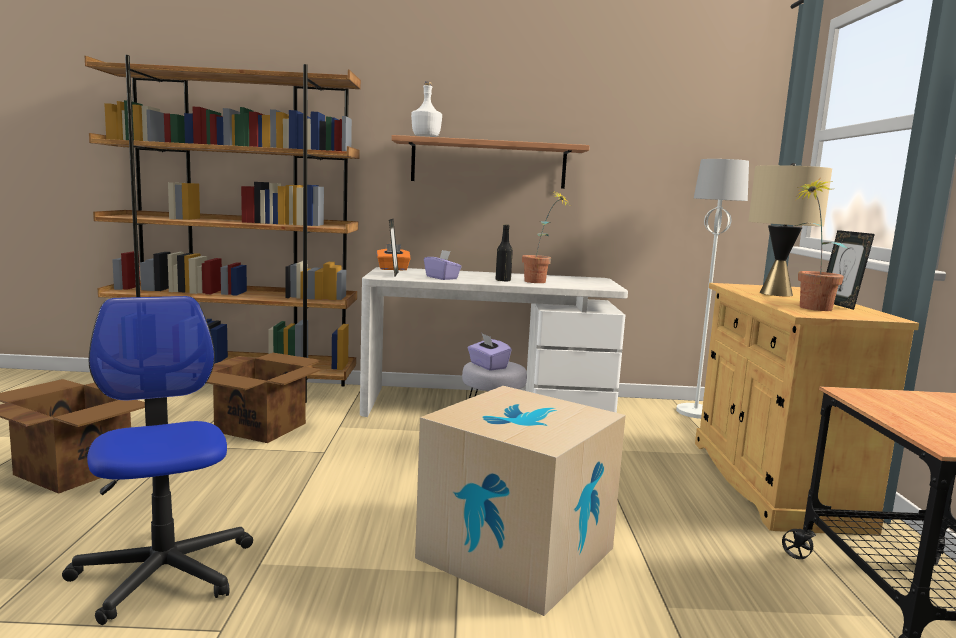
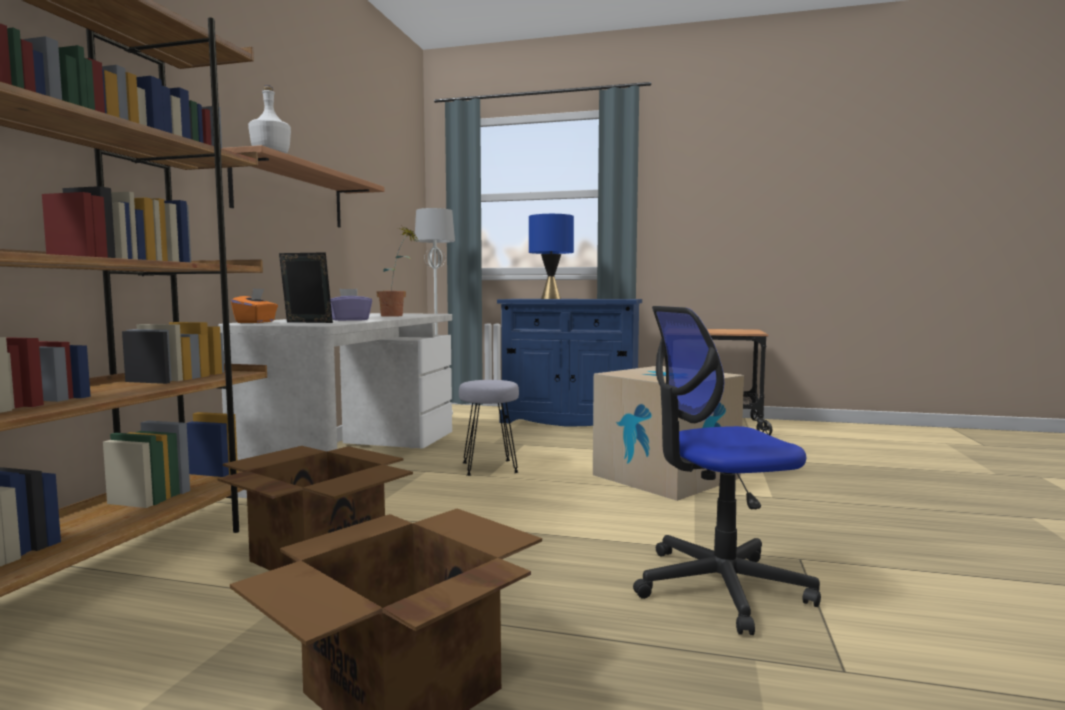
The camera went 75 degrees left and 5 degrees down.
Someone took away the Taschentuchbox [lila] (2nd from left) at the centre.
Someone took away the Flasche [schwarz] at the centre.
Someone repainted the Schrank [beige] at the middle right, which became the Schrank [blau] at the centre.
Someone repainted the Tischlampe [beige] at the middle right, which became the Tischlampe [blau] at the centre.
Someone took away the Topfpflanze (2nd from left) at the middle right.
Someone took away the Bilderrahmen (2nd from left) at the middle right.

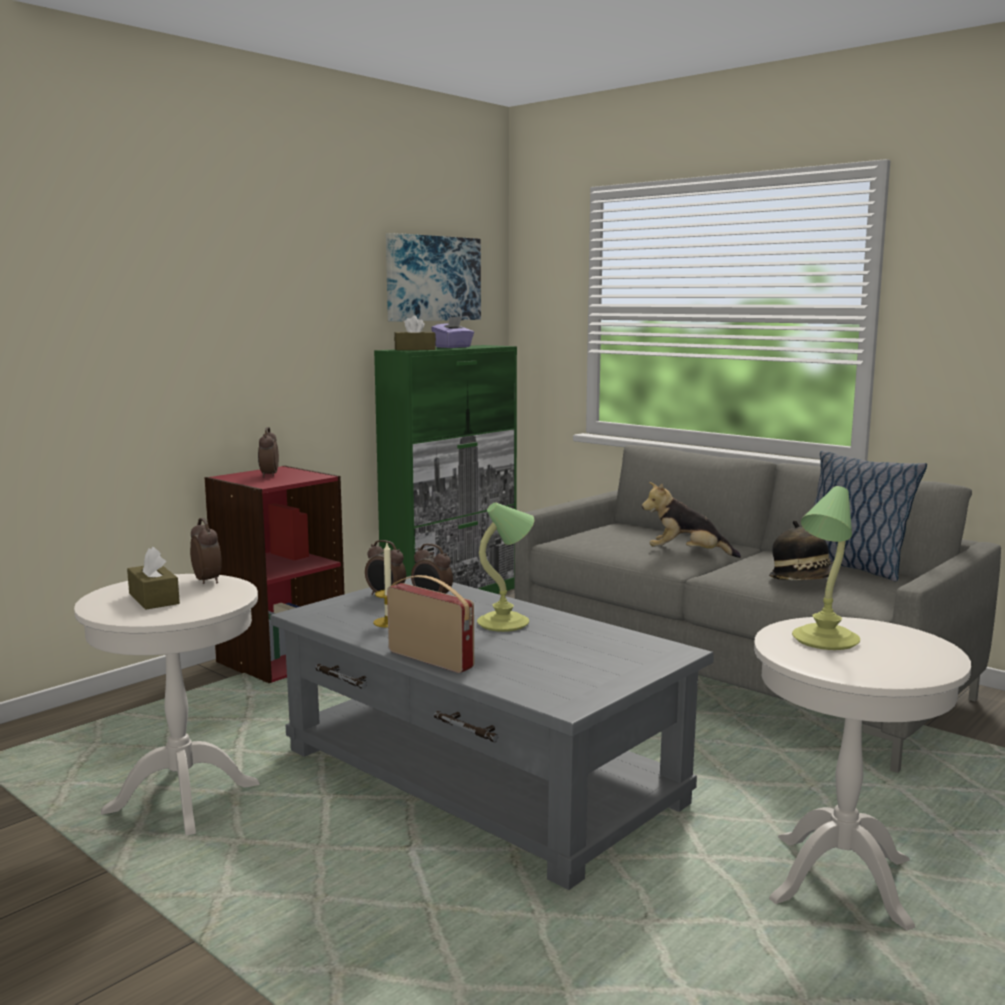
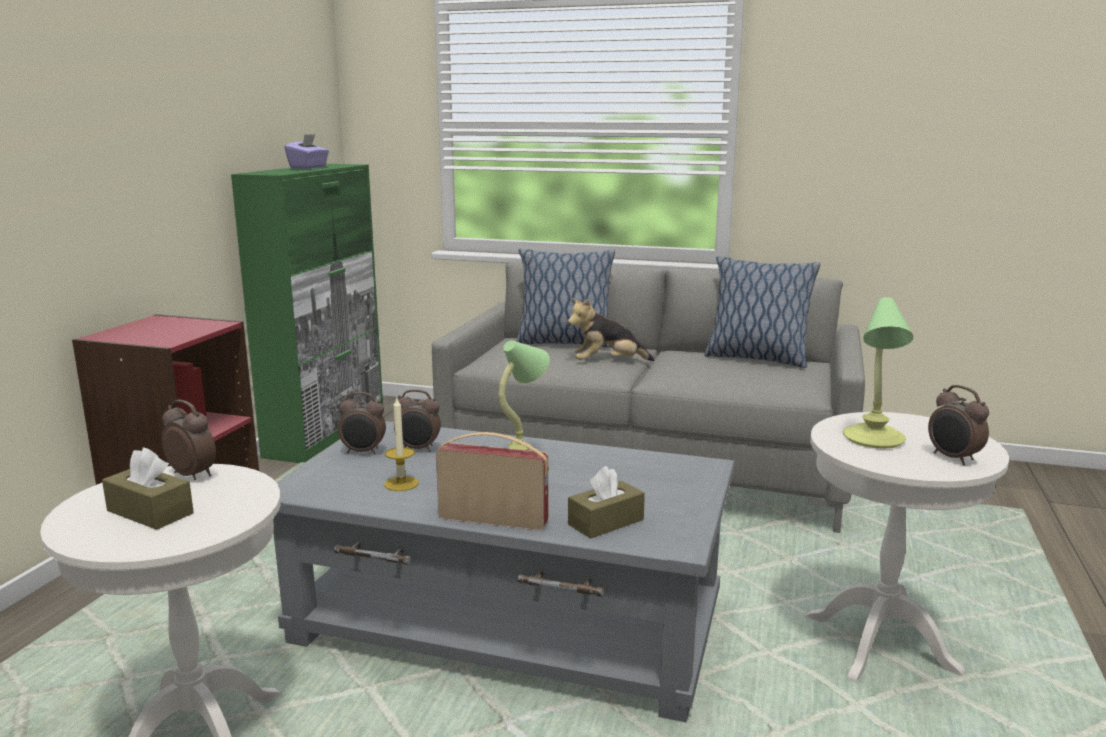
The camera went 25 degrees left and 5 degrees up.
Someone carried the Wecker (2nd from left in the first image) from the middle left to the middle right.
Someone took away the Bild at the top centre.
Someone carried the Taschentuchbox [braun] (2nd from left) from the top centre to the bottom centre.
Someone took away the Hut at the middle right.
Someone put down the Kissen (1st from left) at the centre.

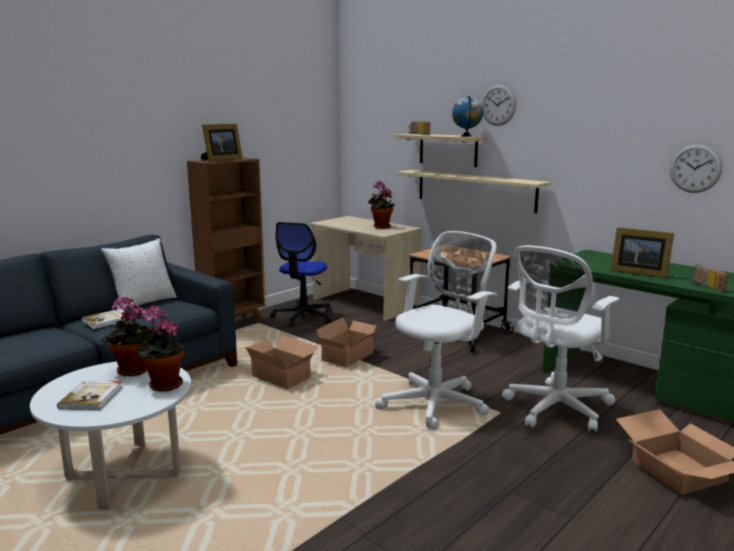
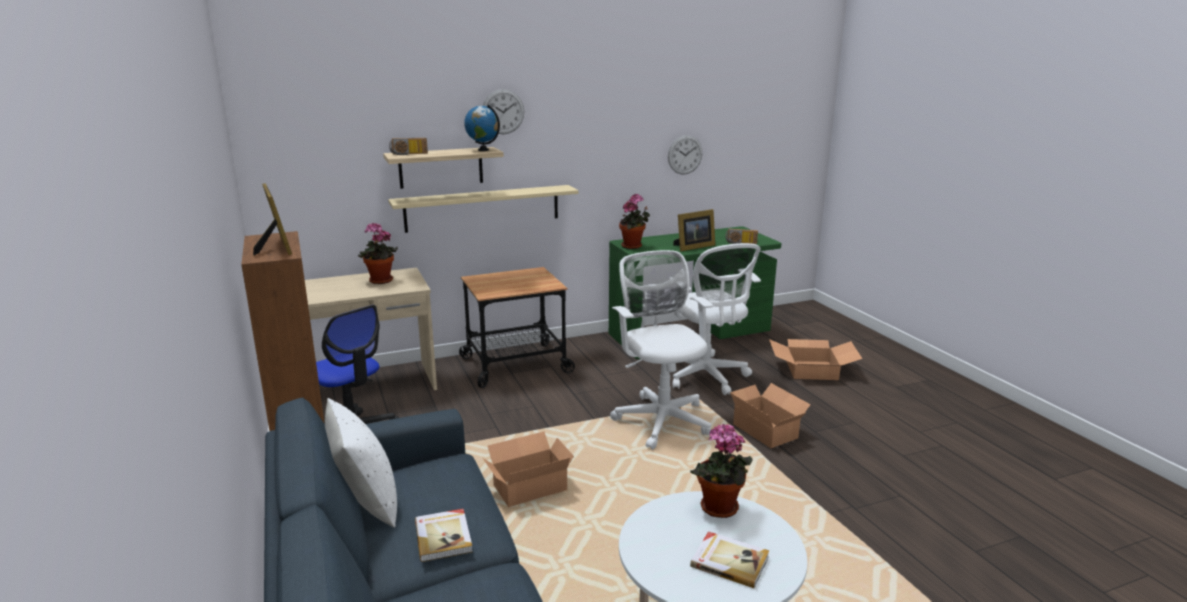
The camera went 65 degrees left and 5 degrees up.
Someone carried the Topfpflanze (1st from left in the first image) from the middle left to the centre.
Someone carried the Karton (2nd from left) from the centre to the bottom centre.

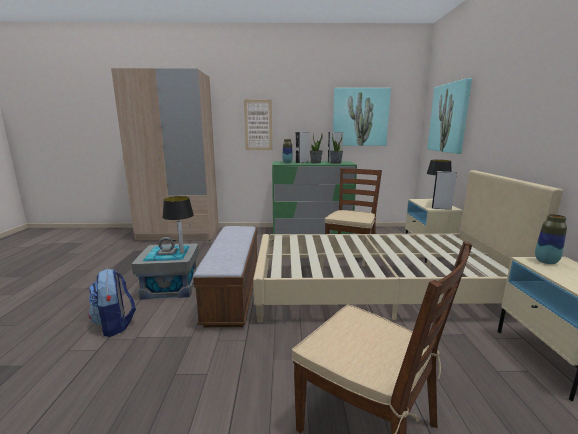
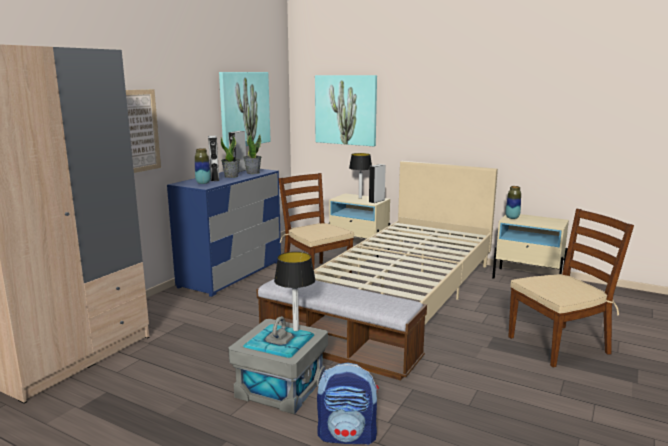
The camera went 60 degrees left and 0 degrees up.
Someone repainted the Kommode [grün] at the centre, which became the Kommode [blau] at the centre.

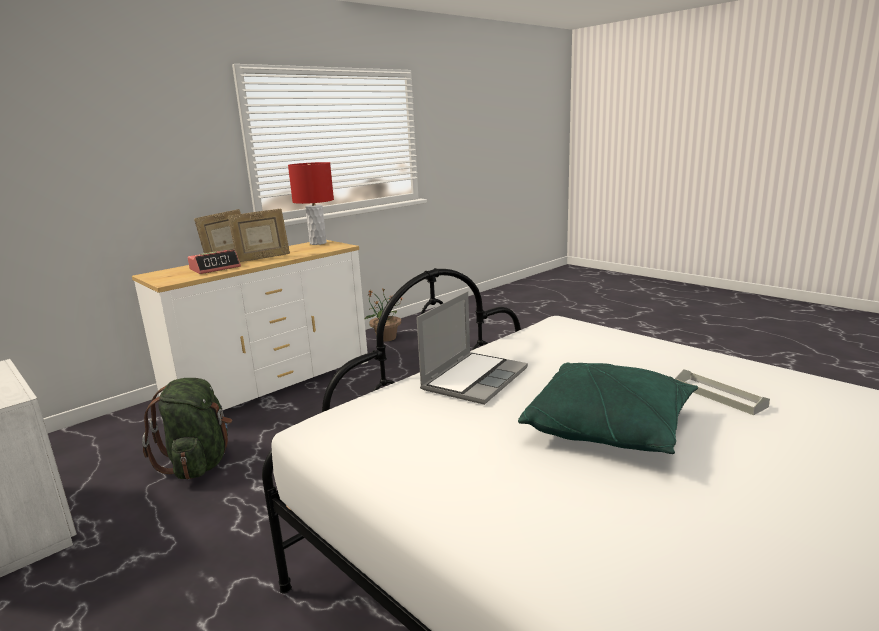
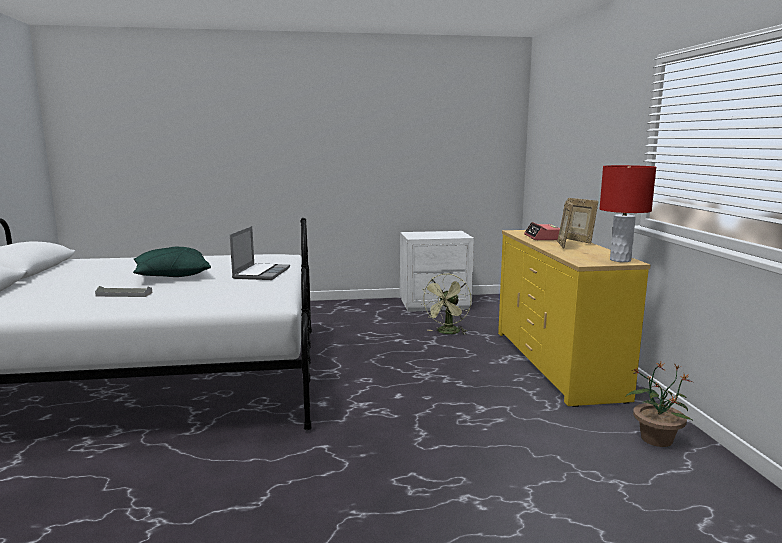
The camera went 125 degrees right and 5 degrees down.
Someone repainted the Kommode [weiß] at the middle left, which became the Kommode [gelb] at the middle right.
Someone swapped the Rucksack [grün] at the bottom left for the Ventilator [grün] at the centre.
Someone rotated the Laptop at the centre by 150 degrees counterclockwise.

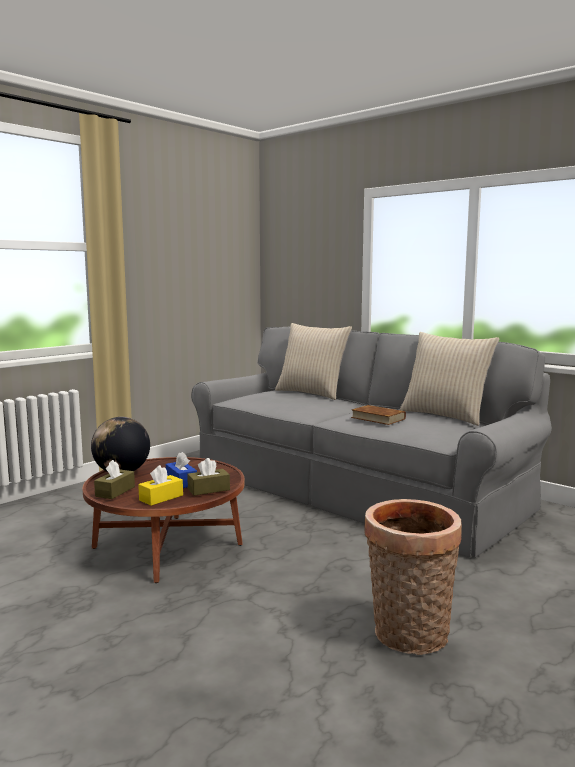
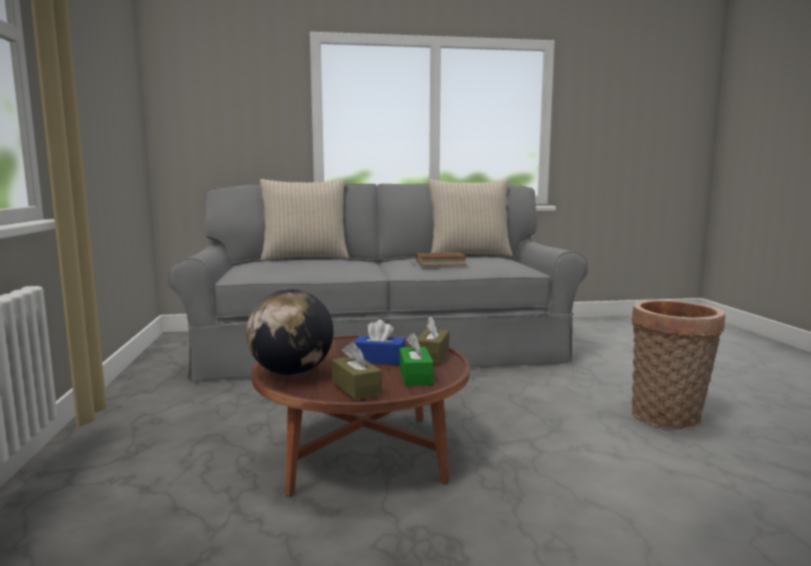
The camera went 50 degrees left and 0 degrees up.
Someone repainted the Taschentuchbox [gelb] at the middle left, which became the Taschentuchbox [grün] at the centre.

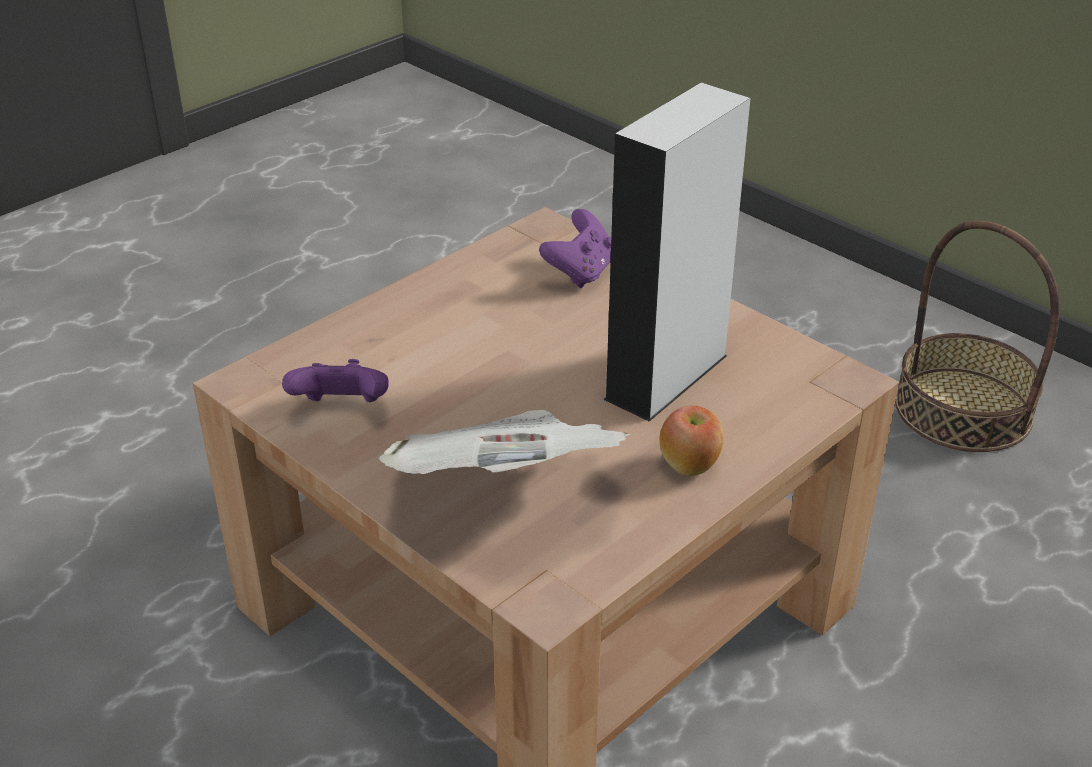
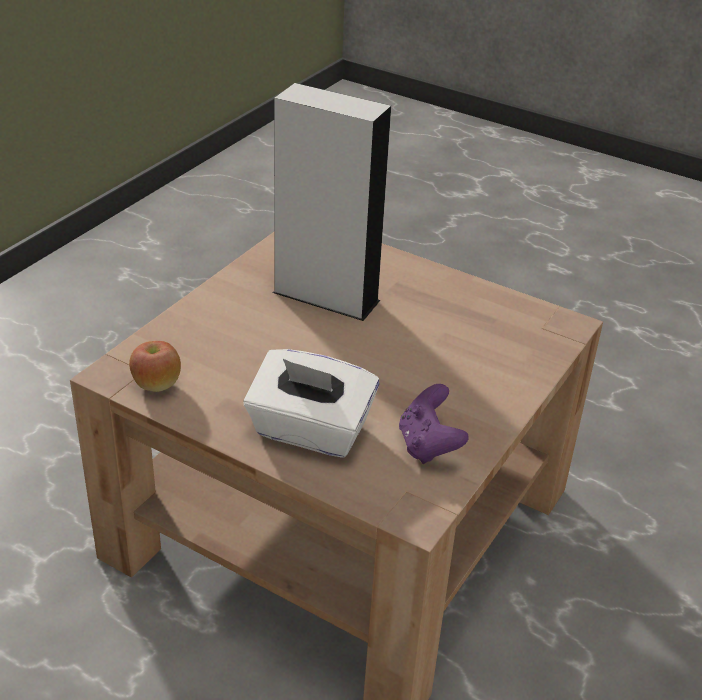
The camera went 105 degrees left and 0 degrees up.
Someone took away the Zeitung at the centre.
Someone took away the Gamepad [lila] (2nd from left) at the top centre.
Someone carried the Apfel from the centre to the middle left.
Someone took away the Korb at the middle right.
Someone put down the Taschentuchbox [weiß] at the centre.

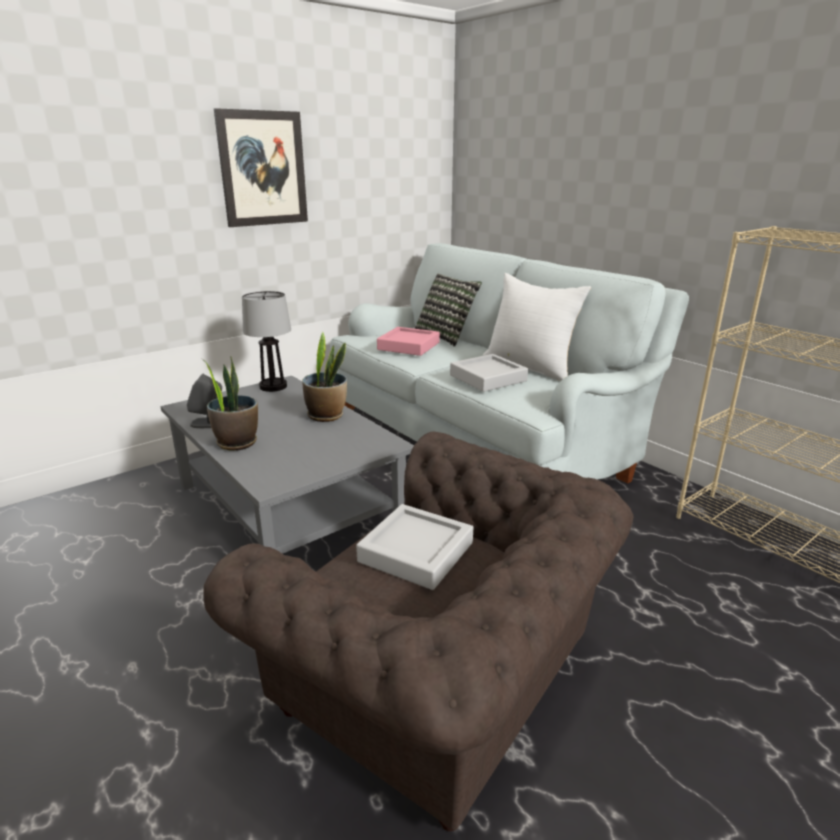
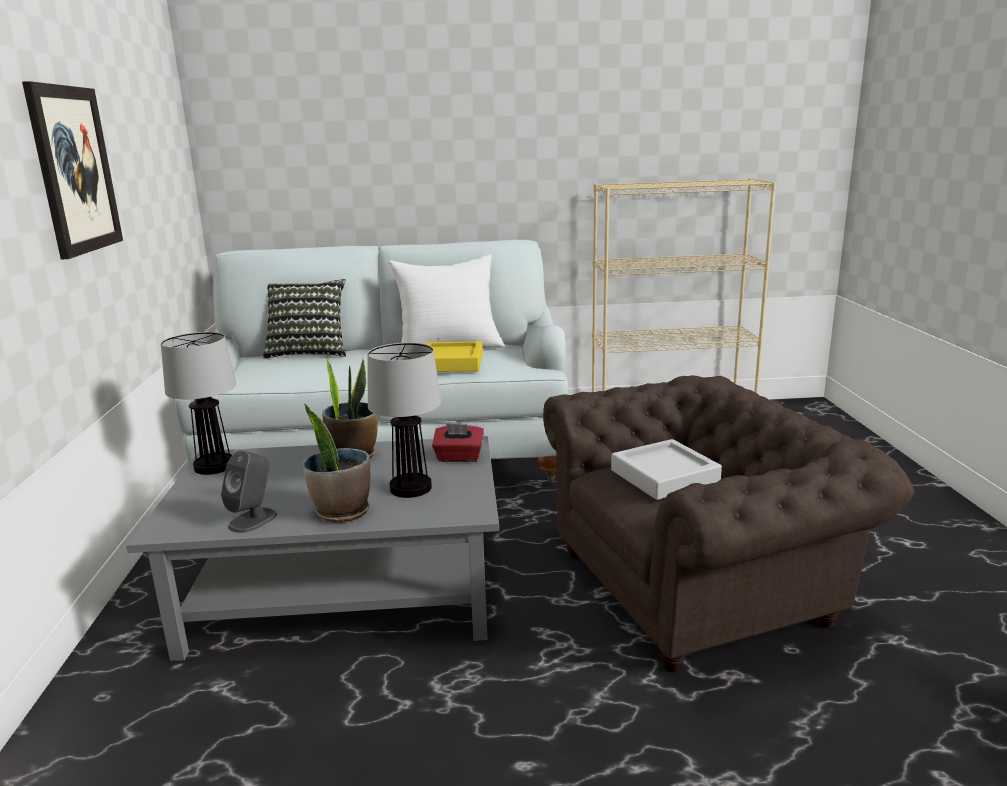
The camera went 55 degrees left and 5 degrees down.
Someone took away the Tablett [rosa] at the centre.
Someone repainted the Tablett [grau] (2nd from left) at the centre, which became the Tablett [gelb] at the centre.
Someone put down the Tischlampe (2nd from left) at the centre.
Someone put down the Taschentuchbox [rot] at the centre.

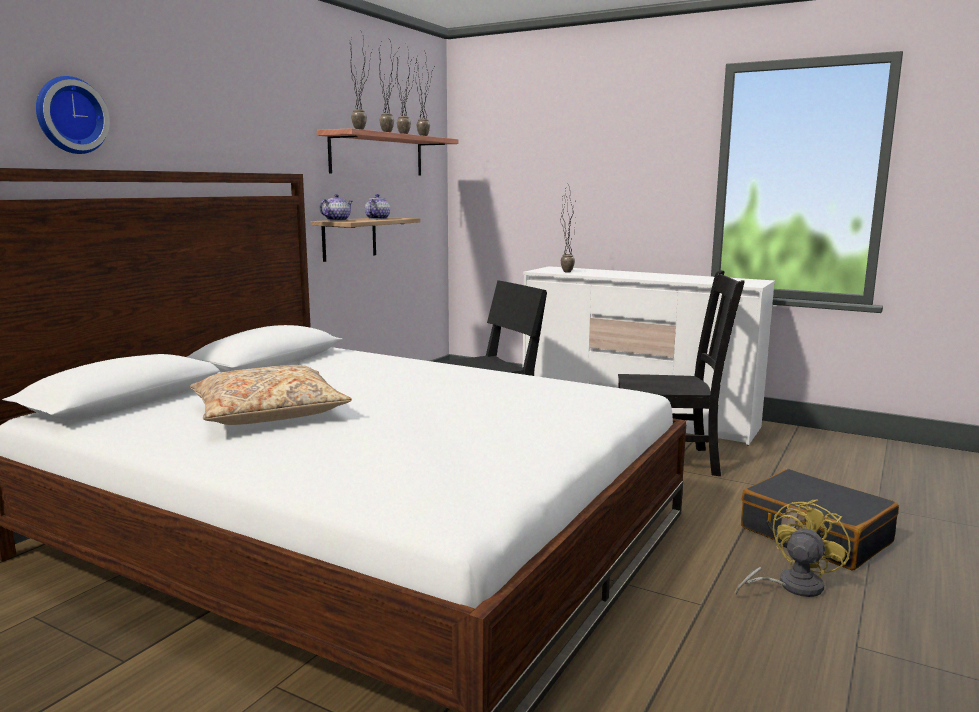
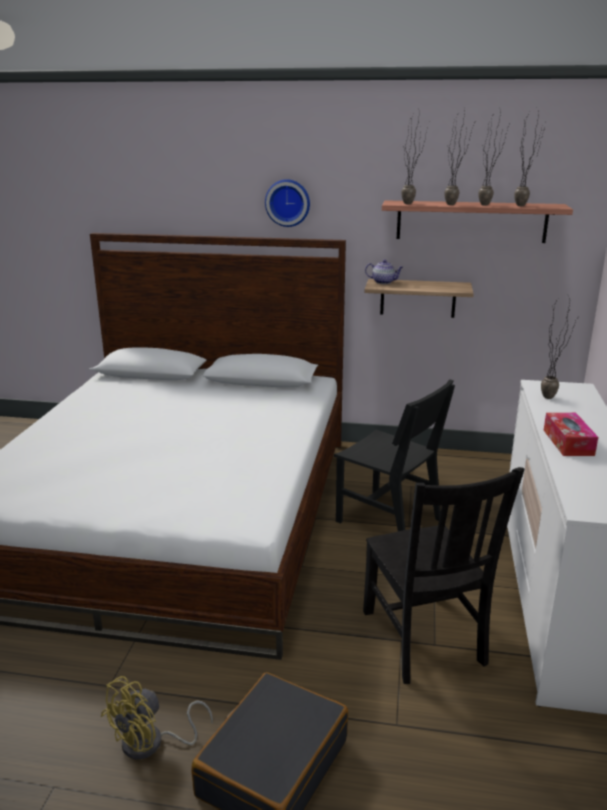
The camera went 70 degrees right and 10 degrees up.
Someone carried the Wanduhr from the top left to the top centre.
Someone took away the Kissen [beige] at the middle left.
Someone took away the Teekanne (2nd from left) at the top centre.
Someone rotated the Ventilator [gelb] at the bottom right by 105 degrees clockwise.
Someone put down the Taschentuchbox at the middle right.

